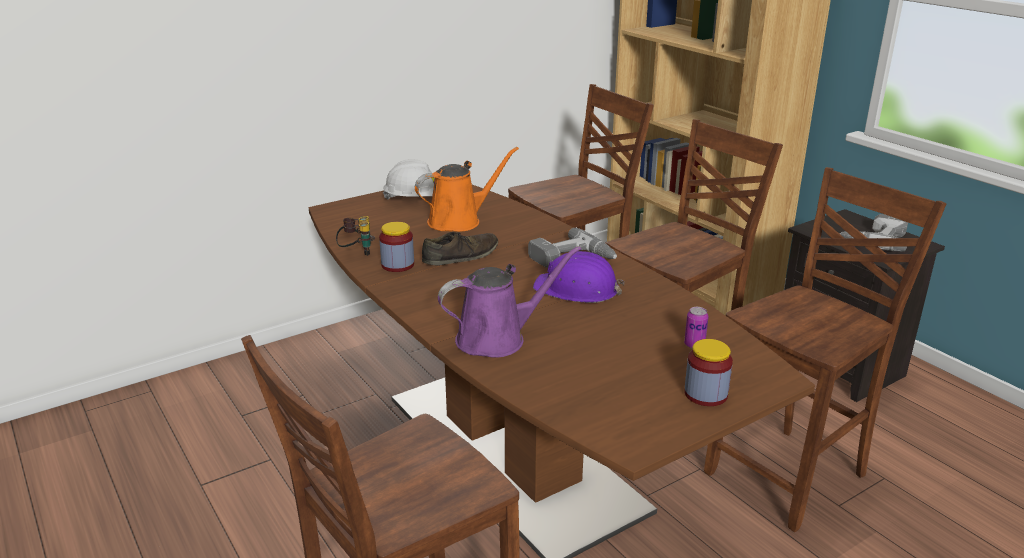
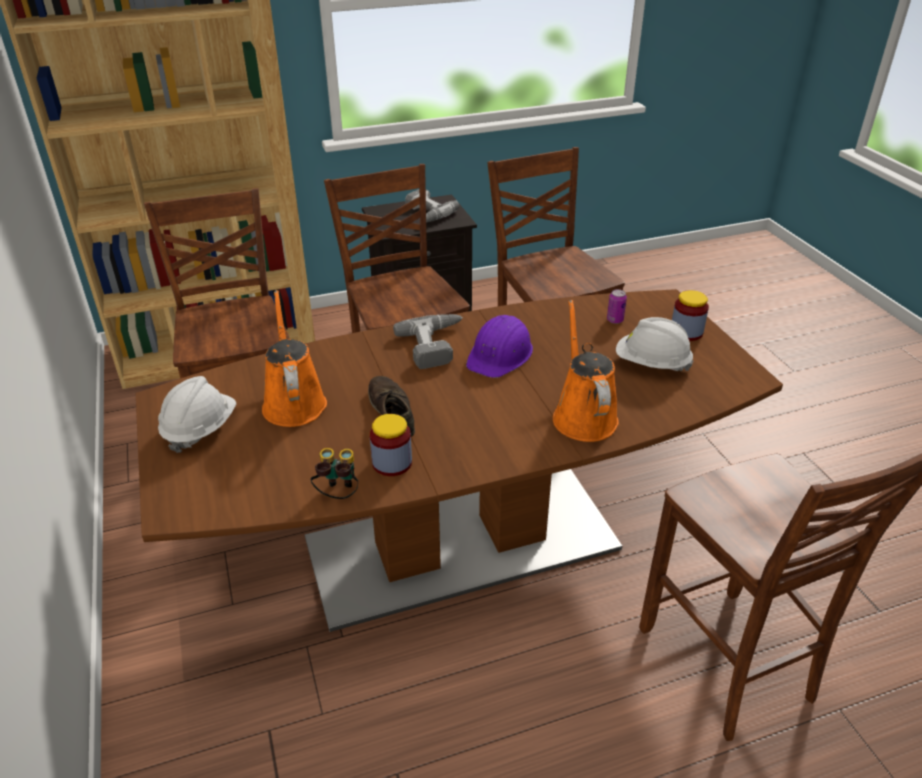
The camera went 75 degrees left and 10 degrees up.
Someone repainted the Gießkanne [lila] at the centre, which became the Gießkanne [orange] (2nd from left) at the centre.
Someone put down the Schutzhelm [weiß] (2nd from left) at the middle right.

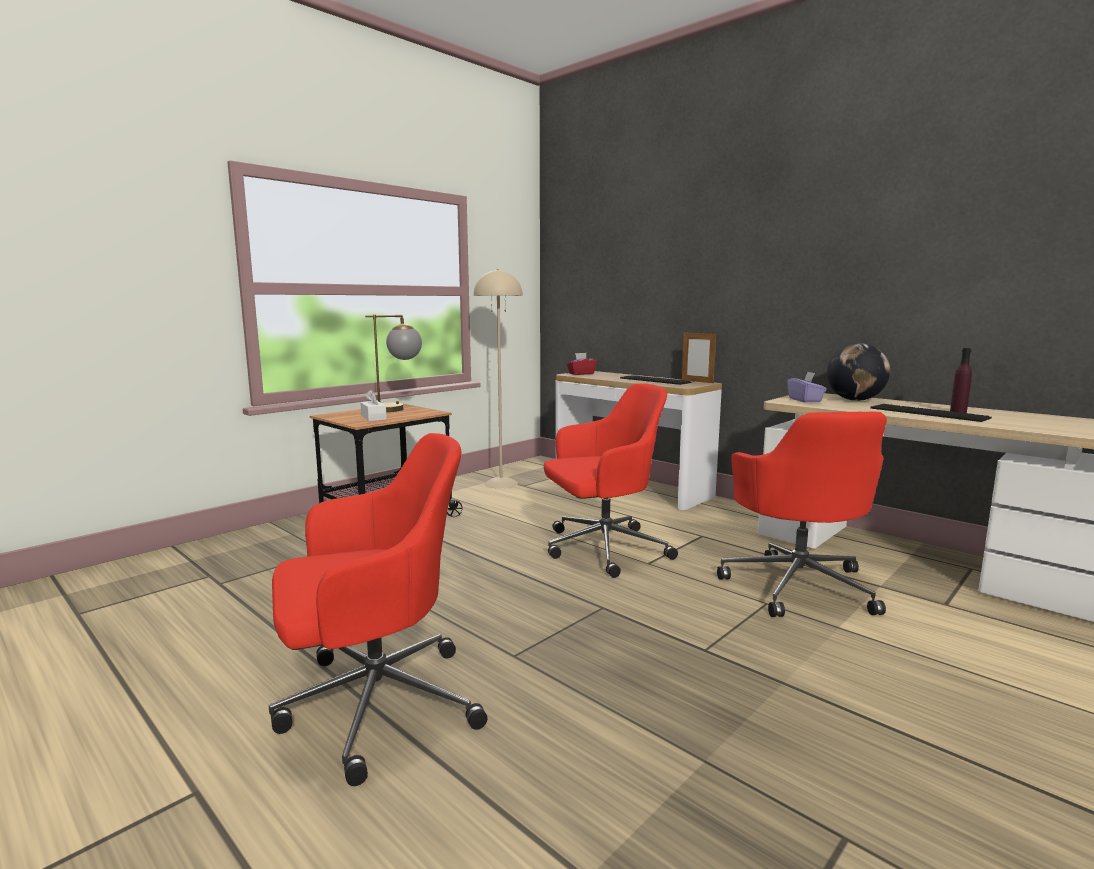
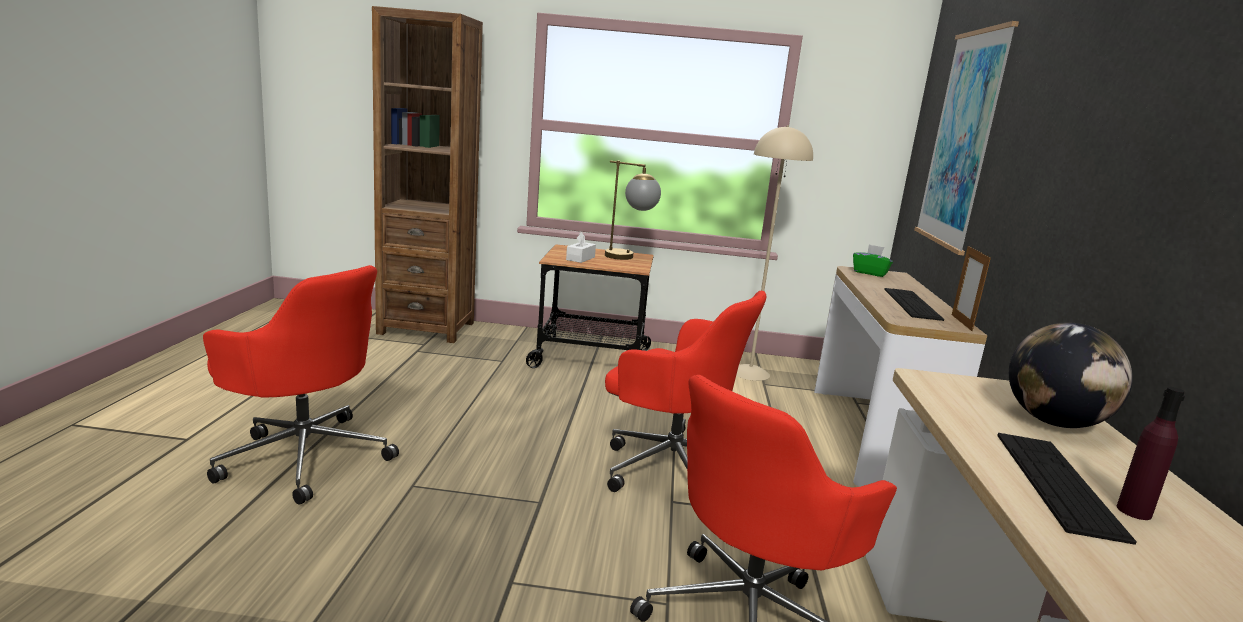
The camera went 50 degrees right and 5 degrees up.
Someone repainted the Taschentuchbox [rot] at the centre, which became the Taschentuchbox [grün] at the middle right.
Someone took away the Taschentuchbox [lila] at the middle right.
Someone put down the Bücherregal [braun] at the top centre.
Someone put up the Bild at the top right.

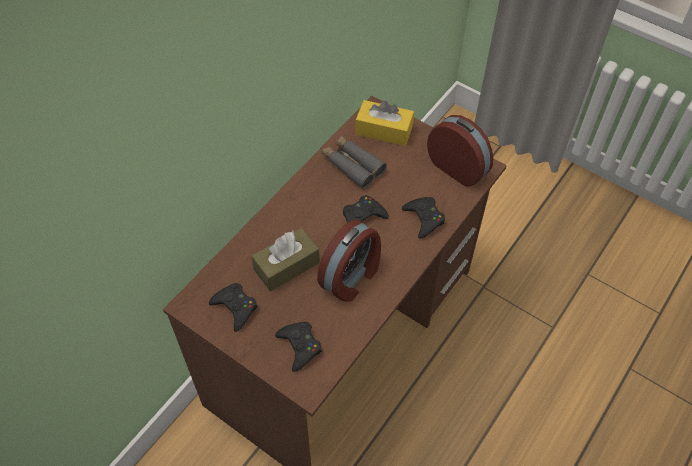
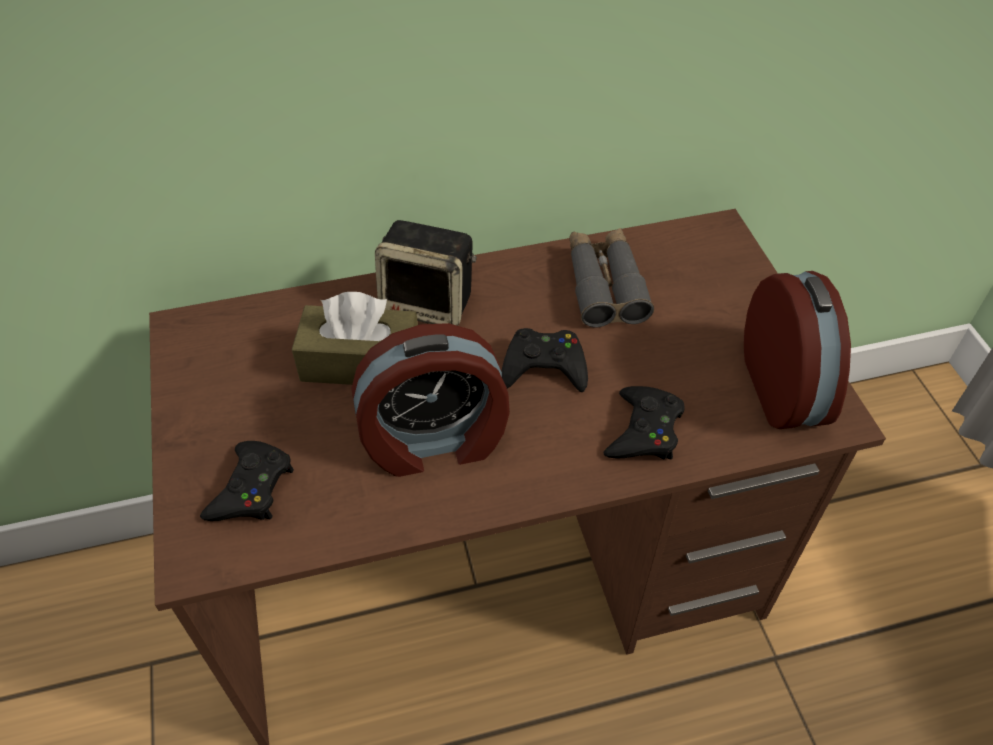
The camera went 40 degrees right and 5 degrees down.
Someone took away the Gamepad [schwarz] (1st from left) at the centre.
Someone took away the Taschentuchbox [gelb] at the top centre.
Someone put down the Lautsprecher at the centre.

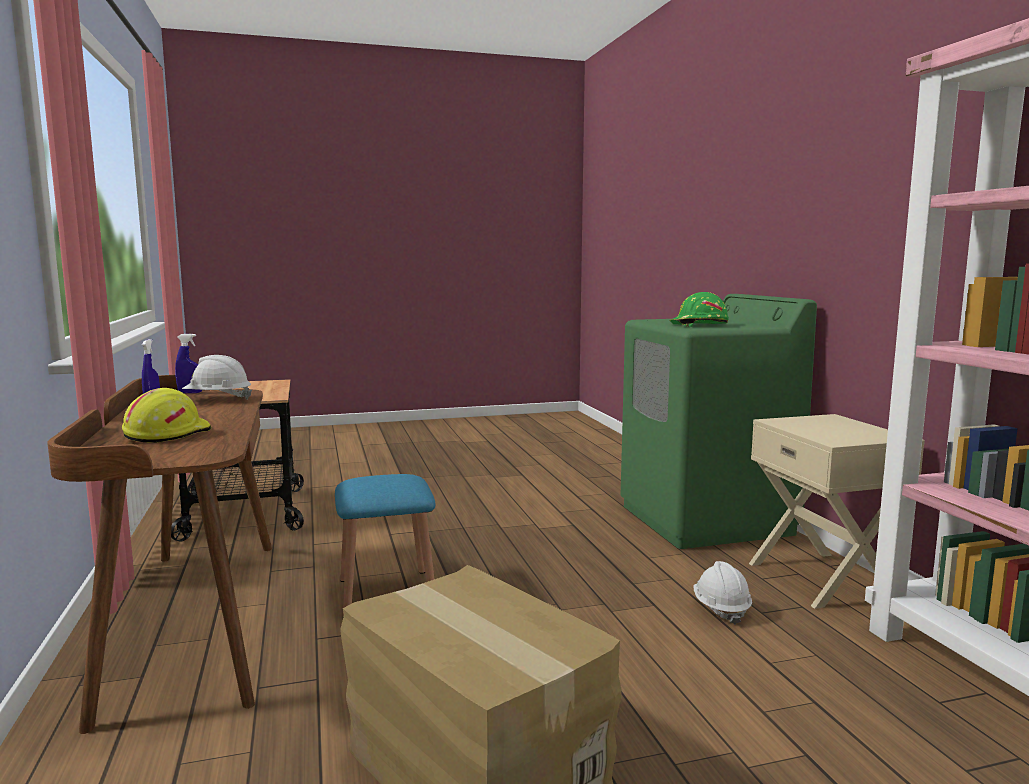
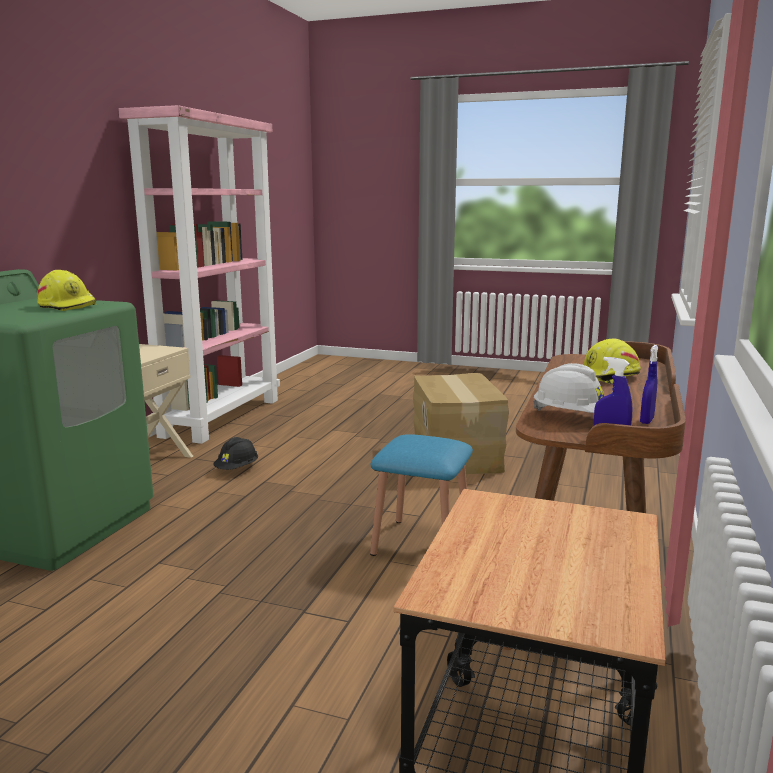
The camera went 145 degrees left and 5 degrees up.
Someone repainted the Schutzhelm [grün] at the middle right, which became the Schutzhelm [gelb] (1st from left) at the middle left.
Someone repainted the Schutzhelm [weiß] (2nd from left) at the bottom right, which became the Schutzhelm [schwarz] at the middle left.

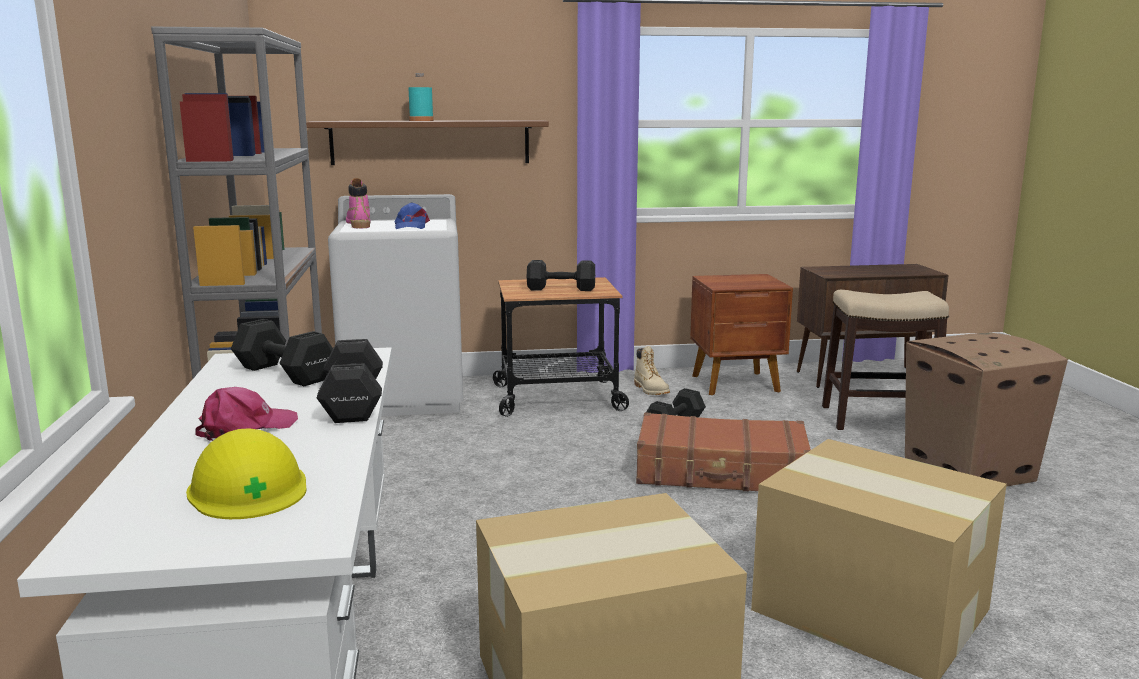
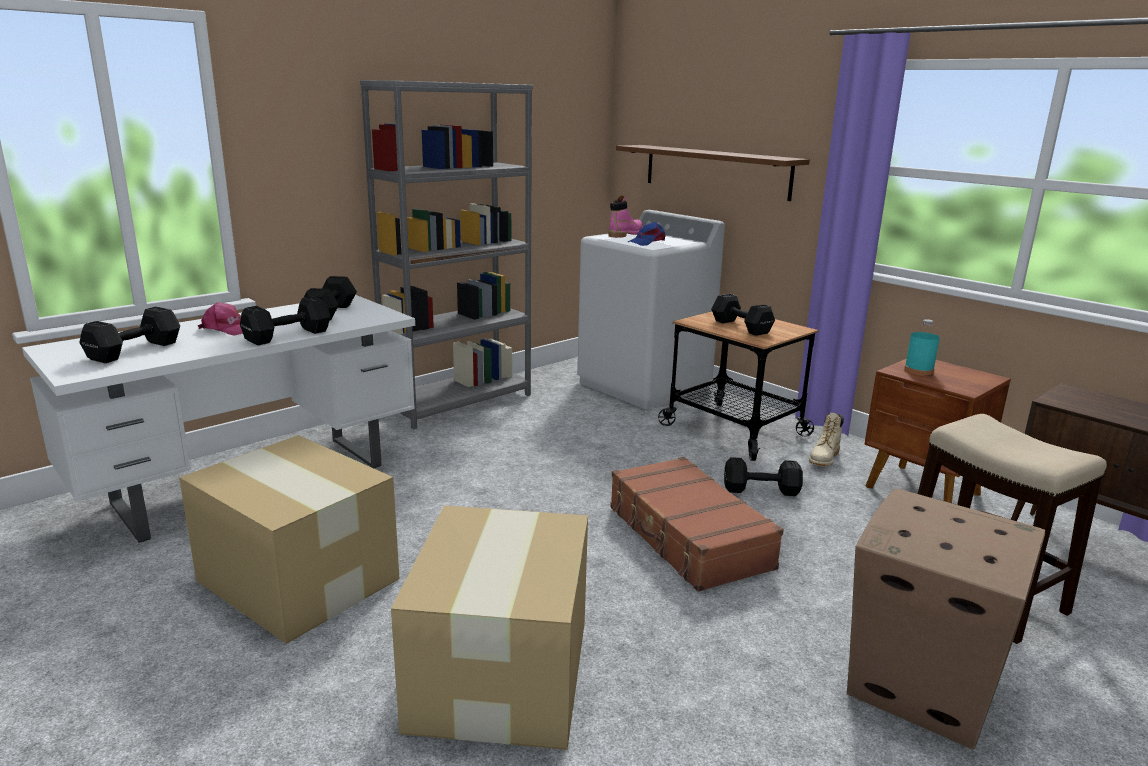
The camera went 55 degrees right and 5 degrees up.
Someone swapped the Schutzhelm [gelb] at the bottom left for the Hantel [schwarz] (1st from left) at the middle left.
Someone carried the Flasche [türkis] from the top centre to the middle right.

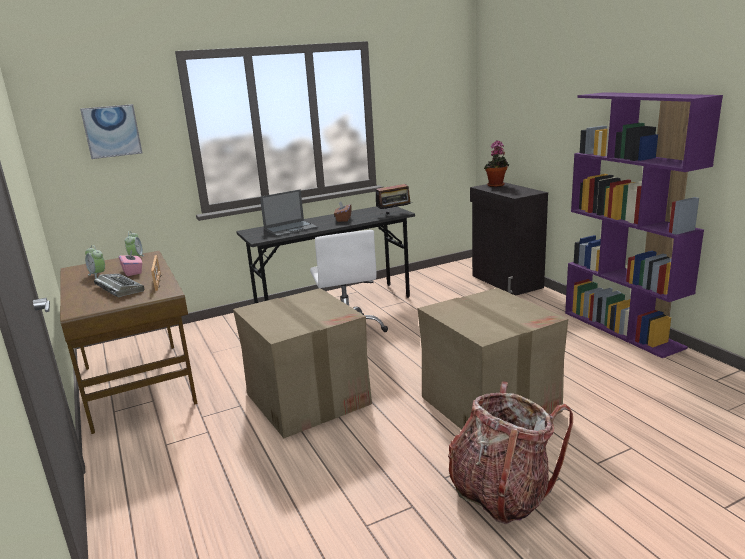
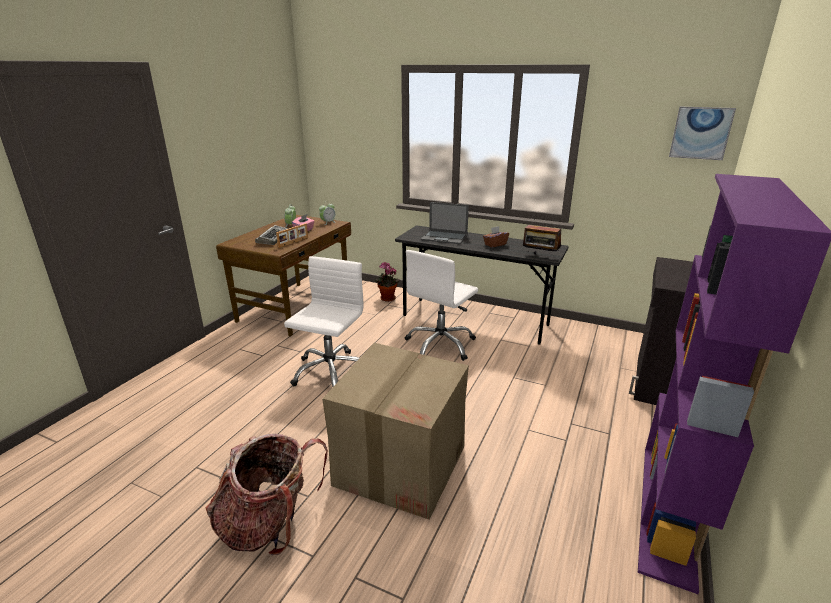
The camera went 50 degrees right and 5 degrees up.
Someone carried the Bild from the top left to the top right.
Someone swapped the Karton (1st from left) at the centre for the Bürostuhl [weiß] (1st from left) at the centre.
Someone carried the Topfpflanze from the top centre to the centre.

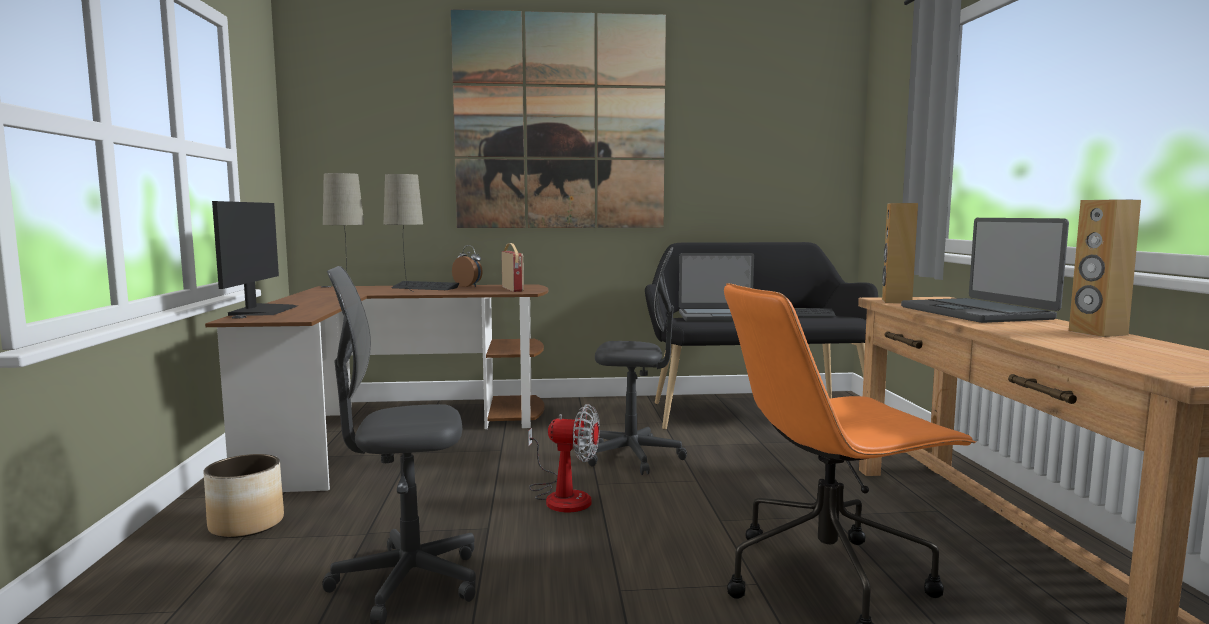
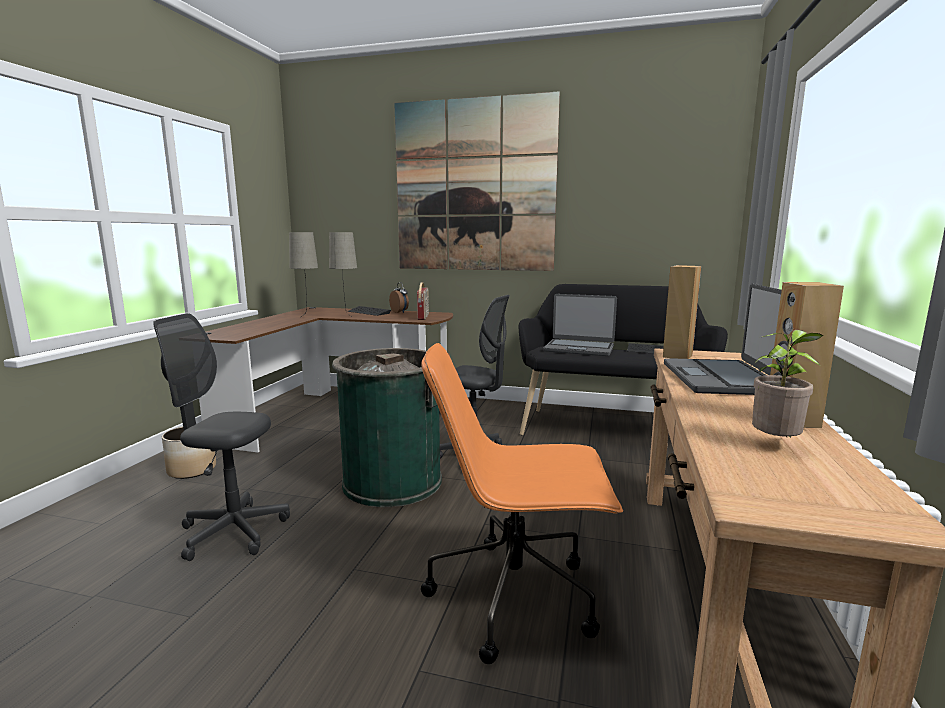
The camera went 20 degrees right and 5 degrees up.
Someone took away the Monitor at the middle left.
Someone swapped the Ventilator at the bottom centre for the Mülleimer [grün] at the centre.
Someone put down the Topfpflanze at the middle right.

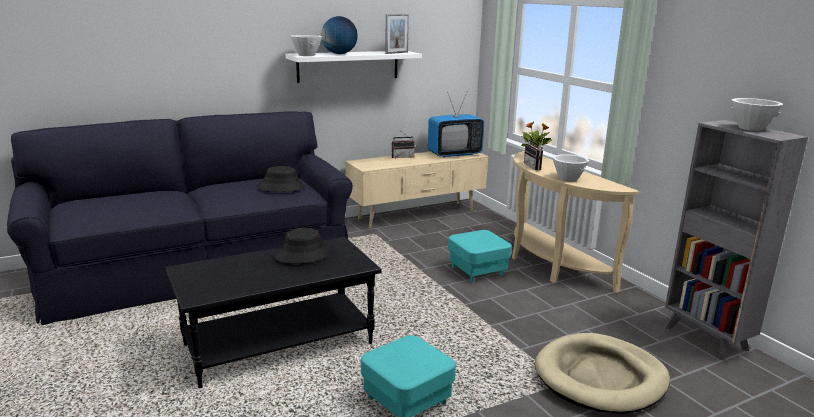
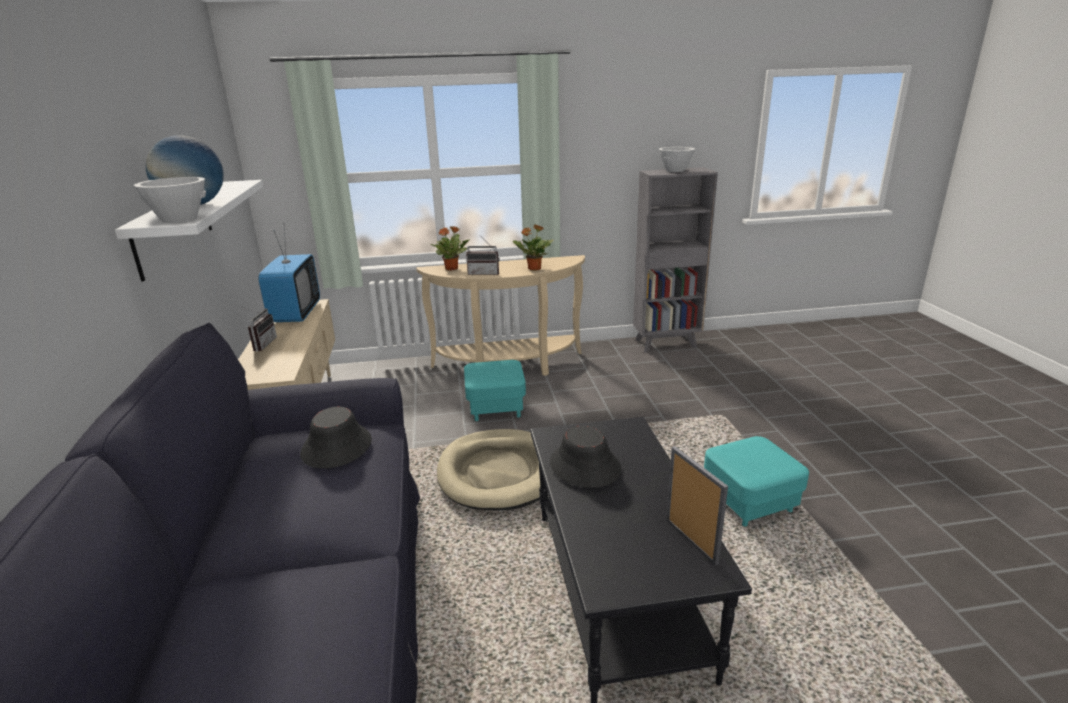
The camera went 70 degrees left and 5 degrees up.
Someone carried the Bilderrahmen from the top centre to the bottom centre.
Someone carried the Hundebett [beige] from the bottom right to the bottom centre.
Someone swapped the Schüssel [weiß] (2nd from left) at the middle right for the Topfpflanze (2nd from left) at the centre.

